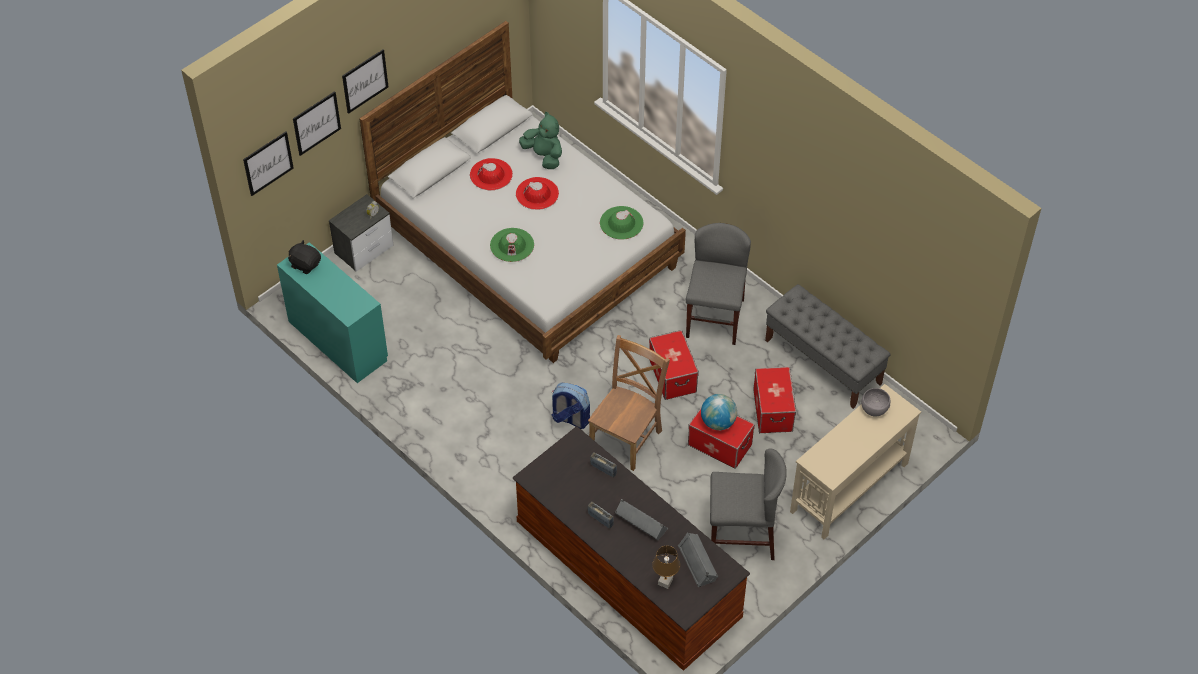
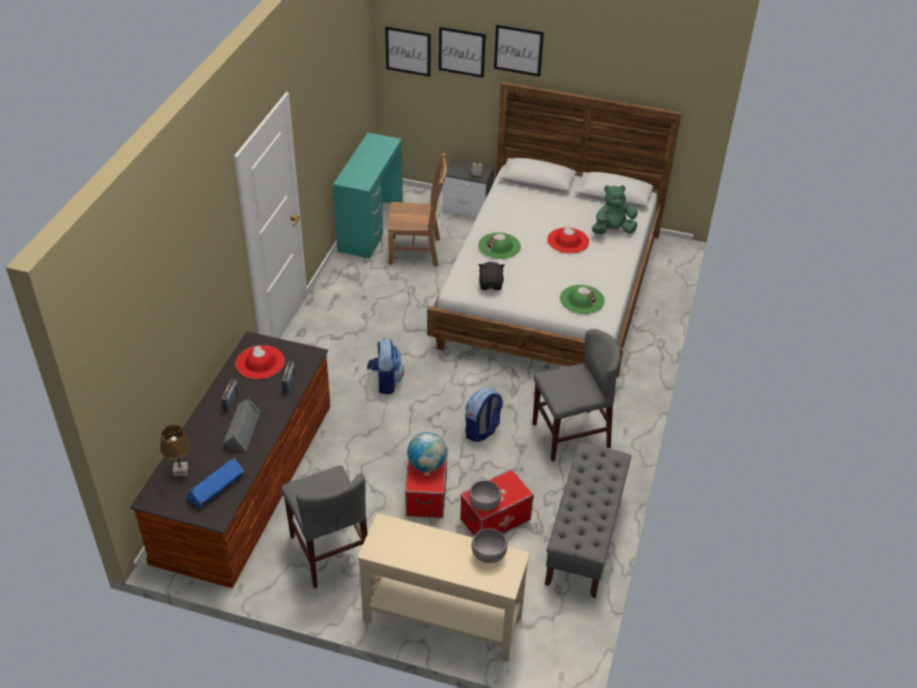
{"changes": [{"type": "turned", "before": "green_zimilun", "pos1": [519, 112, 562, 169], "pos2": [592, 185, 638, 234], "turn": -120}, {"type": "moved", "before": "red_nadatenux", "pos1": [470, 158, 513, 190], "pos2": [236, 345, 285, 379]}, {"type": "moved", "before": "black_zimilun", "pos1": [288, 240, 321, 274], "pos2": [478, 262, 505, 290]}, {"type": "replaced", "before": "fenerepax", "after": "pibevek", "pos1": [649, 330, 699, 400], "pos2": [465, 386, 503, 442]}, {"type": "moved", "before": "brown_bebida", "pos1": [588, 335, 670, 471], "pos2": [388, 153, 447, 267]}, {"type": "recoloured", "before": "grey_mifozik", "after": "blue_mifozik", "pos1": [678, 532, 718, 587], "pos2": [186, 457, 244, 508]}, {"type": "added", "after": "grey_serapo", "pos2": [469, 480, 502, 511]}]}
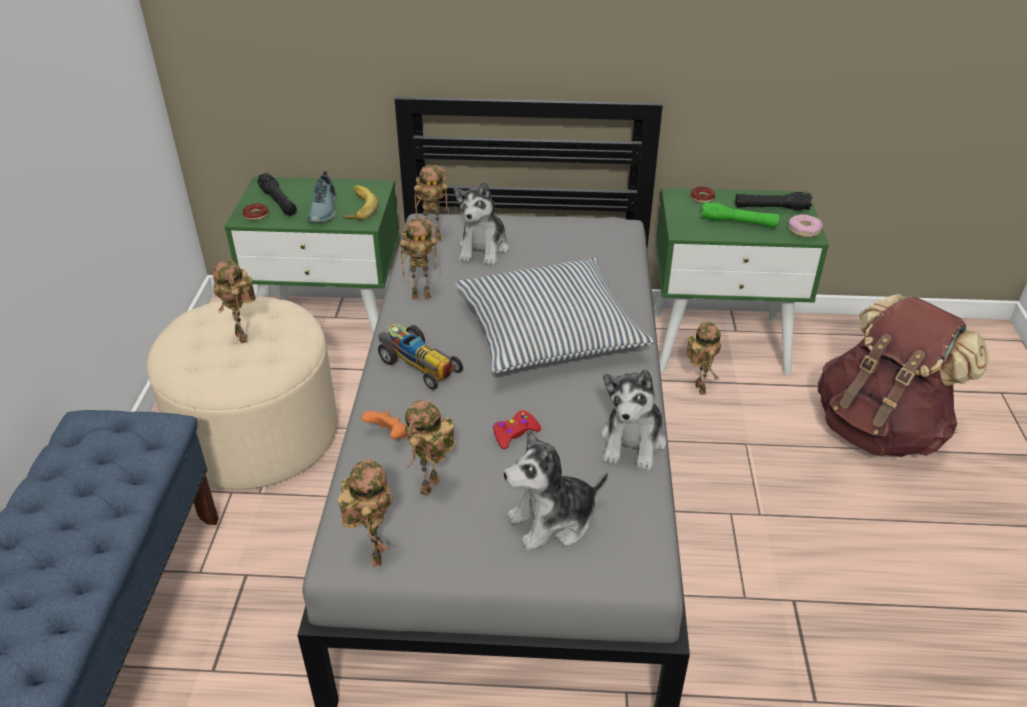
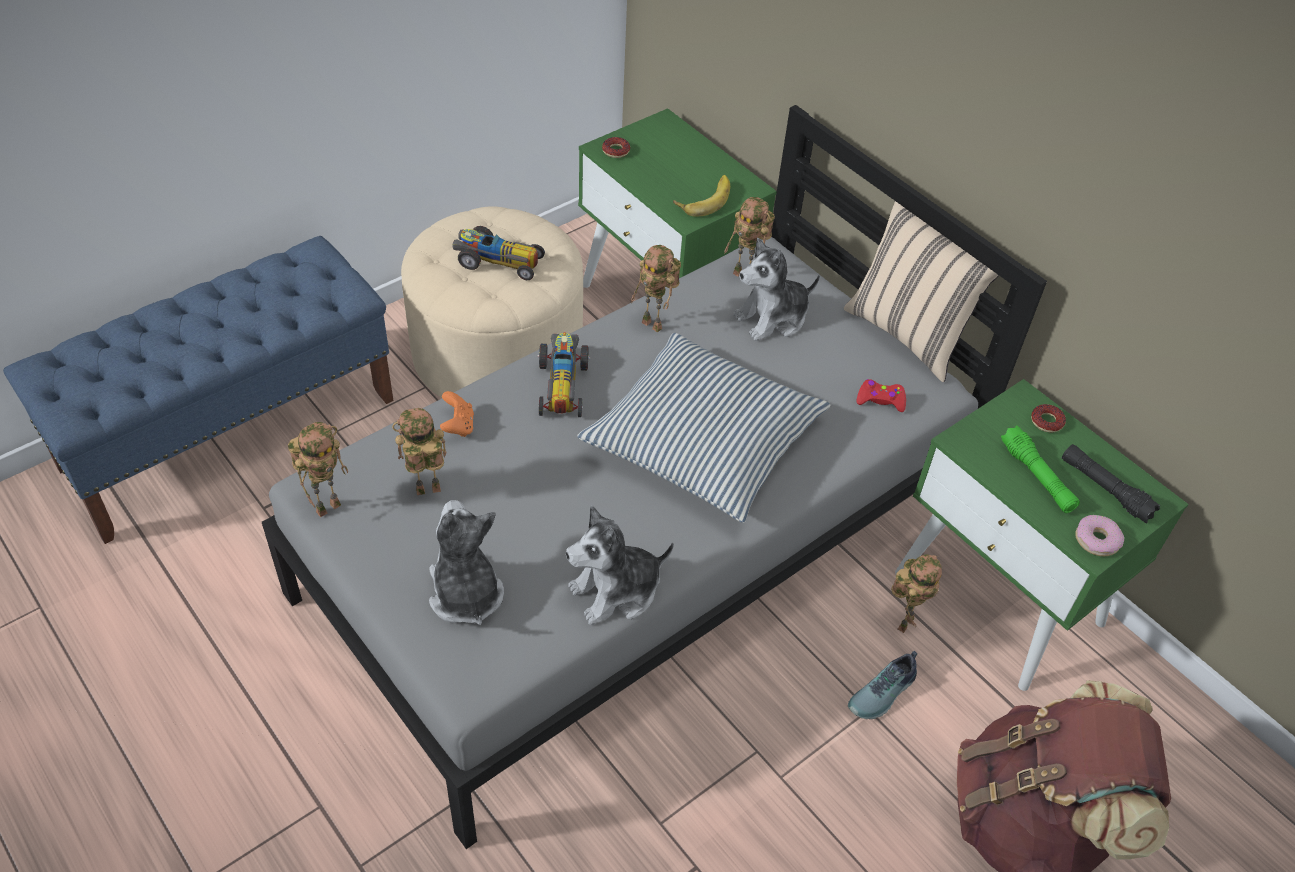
{"changes": [{"type": "moved", "before": "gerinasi", "pos1": [307, 171, 337, 222], "pos2": [848, 651, 917, 719]}, {"type": "removed", "before": "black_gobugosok", "pos1": [257, 173, 297, 216]}, {"type": "replaced", "before": "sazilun", "after": "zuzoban", "pos1": [213, 260, 256, 344], "pos2": [453, 226, 545, 280]}, {"type": "moved", "before": "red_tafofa", "pos1": [493, 410, 541, 449], "pos2": [856, 379, 906, 412]}, {"type": "turned", "before": "zimilun", "pos1": [504, 429, 608, 551], "pos2": [429, 500, 504, 625], "turn": 45}, {"type": "added", "after": "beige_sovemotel", "pos2": [844, 201, 999, 382]}]}
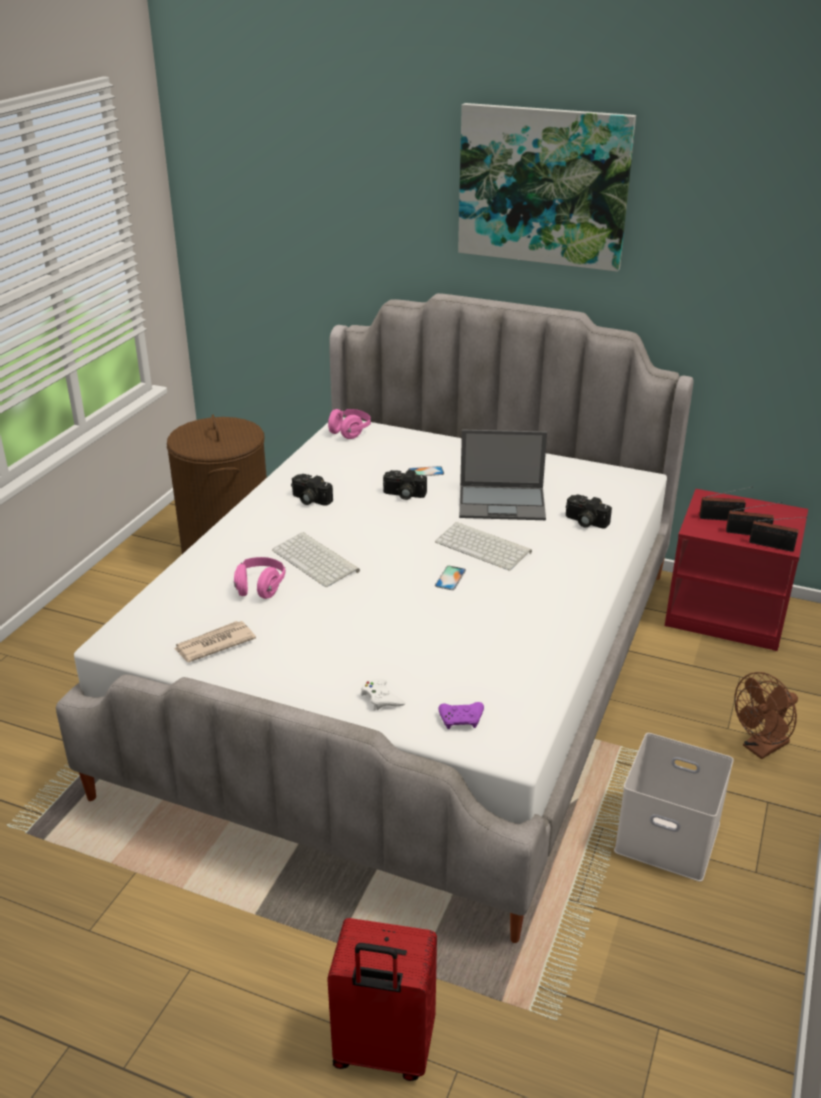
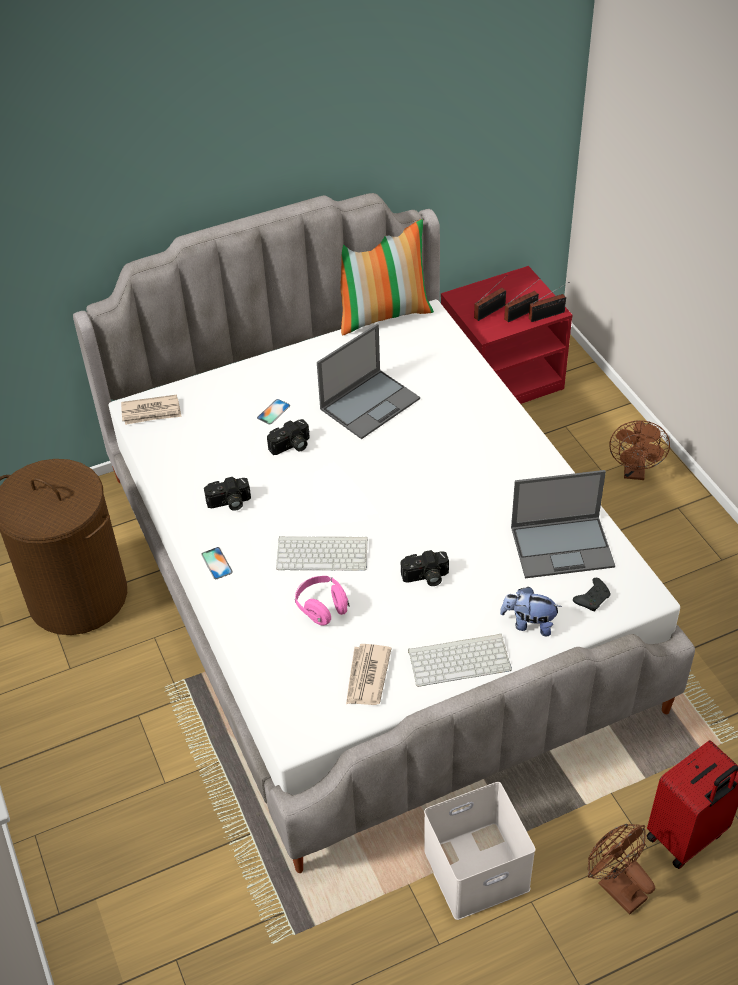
{"changes": [{"type": "removed", "before": "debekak", "pos1": [458, 103, 636, 272]}, {"type": "replaced", "before": "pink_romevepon", "after": "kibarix", "pos1": [328, 409, 371, 439], "pos2": [121, 395, 182, 425]}, {"type": "moved", "before": "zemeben", "pos1": [566, 495, 612, 529], "pos2": [401, 550, 449, 586]}, {"type": "moved", "before": "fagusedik", "pos1": [435, 522, 532, 571], "pos2": [408, 634, 512, 687]}, {"type": "moved", "before": "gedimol", "pos1": [435, 566, 466, 590], "pos2": [201, 547, 233, 579]}, {"type": "replaced", "before": "white_tafofa", "after": "zimilun", "pos1": [361, 679, 405, 711], "pos2": [500, 587, 562, 636]}, {"type": "recoloured", "before": "purple_tafofa", "after": "black_tafofa", "pos1": [438, 702, 484, 729], "pos2": [573, 578, 611, 612]}, {"type": "moved", "before": "white_fenerepax", "pos1": [614, 733, 734, 882], "pos2": [424, 782, 535, 920]}, {"type": "added", "after": "sovemotel", "pos2": [340, 219, 434, 336]}, {"type": "added", "after": "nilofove", "pos2": [511, 470, 615, 578]}, {"type": "added", "after": "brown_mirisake", "pos2": [588, 824, 655, 915]}]}
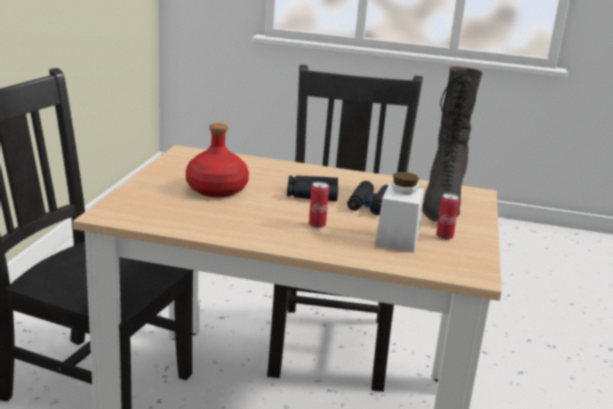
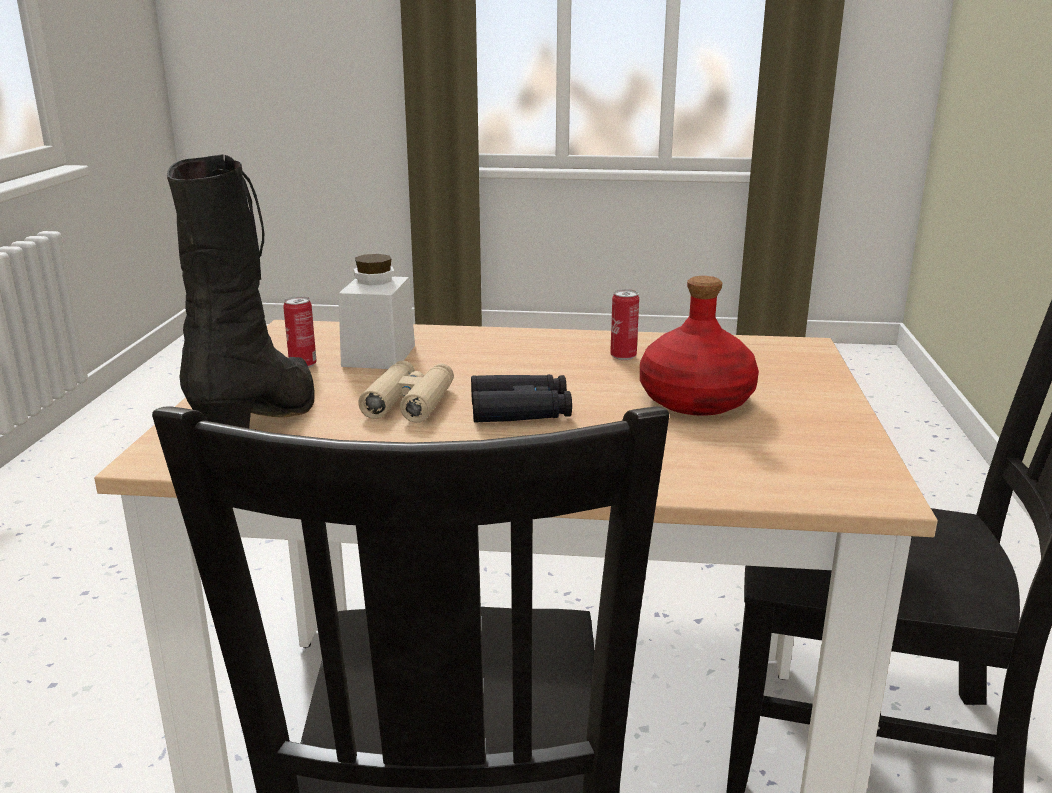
{"changes": [{"type": "recoloured", "before": "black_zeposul", "after": "beige_zeposul", "pos1": [347, 181, 388, 215], "pos2": [358, 361, 454, 423]}, {"type": "moved", "before": "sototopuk", "pos1": [309, 182, 329, 228], "pos2": [610, 289, 639, 360]}]}
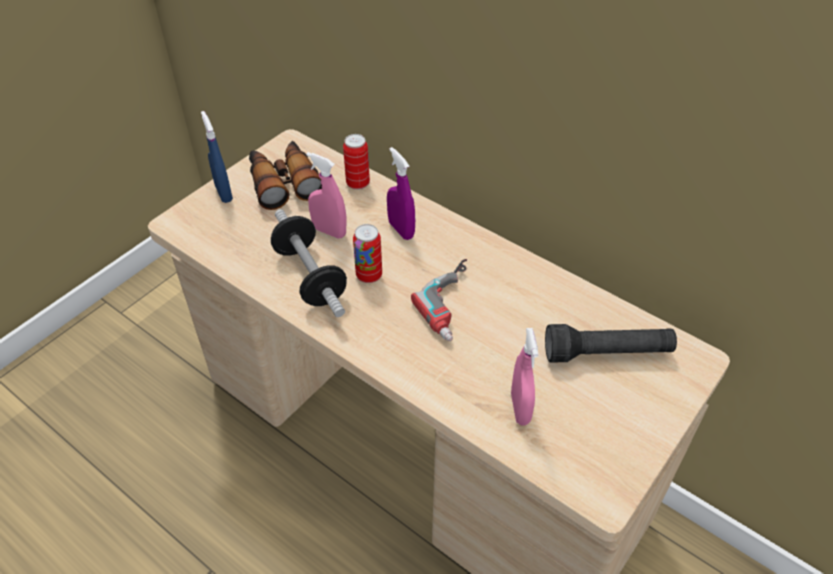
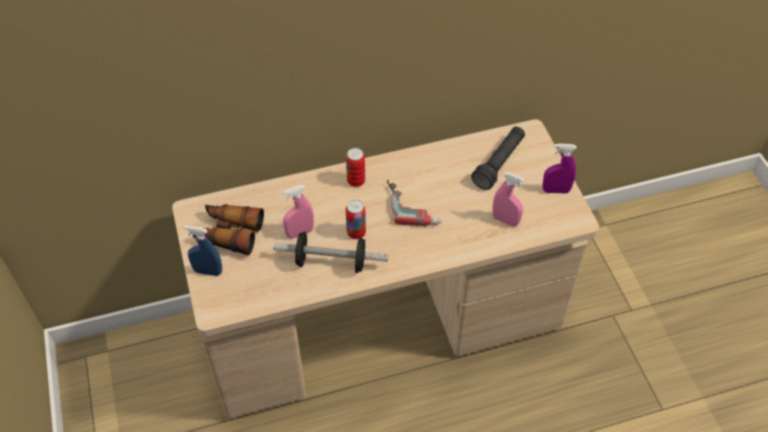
{"changes": [{"type": "moved", "before": "sototopuk", "pos1": [343, 134, 370, 190], "pos2": [346, 148, 365, 187]}, {"type": "moved", "before": "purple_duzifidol", "pos1": [387, 147, 415, 240], "pos2": [542, 144, 577, 194]}]}
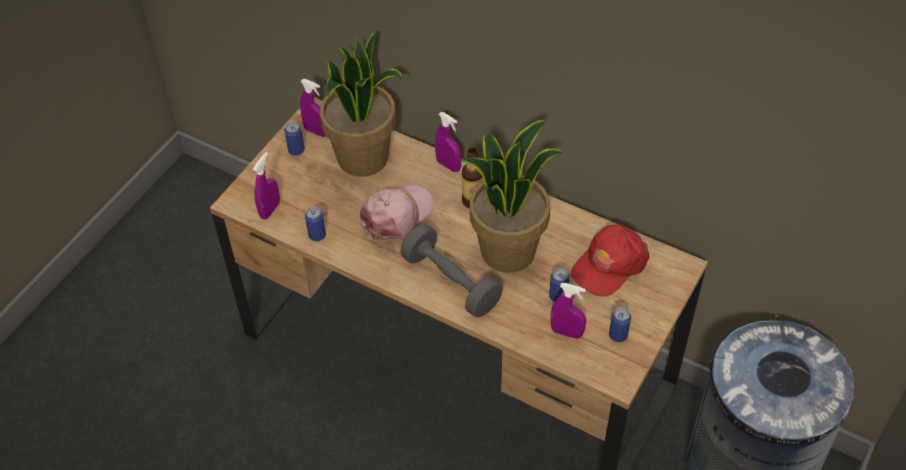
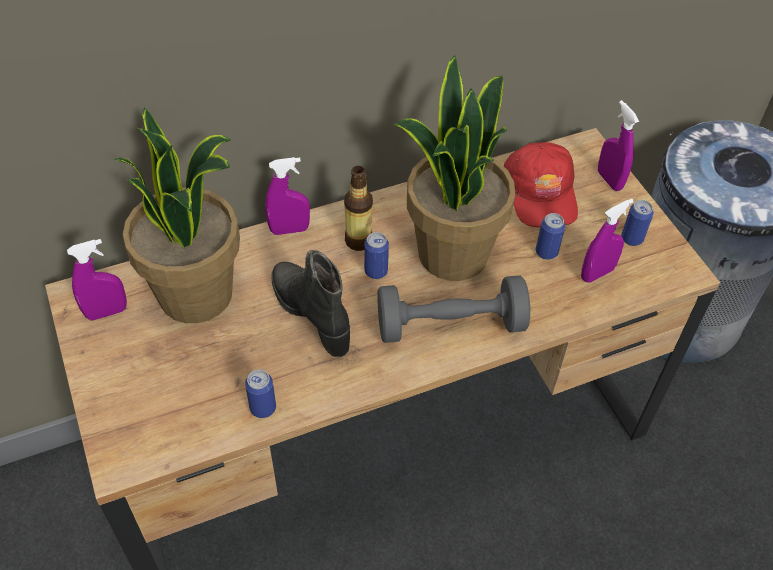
{"changes": [{"type": "moved", "before": "sototopuk", "pos1": [284, 122, 305, 156], "pos2": [364, 232, 389, 279]}, {"type": "moved", "before": "purple_duzifidol", "pos1": [253, 152, 280, 219], "pos2": [598, 100, 639, 191]}, {"type": "replaced", "before": "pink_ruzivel", "after": "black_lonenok", "pos1": [360, 184, 434, 240], "pos2": [271, 250, 350, 357]}]}
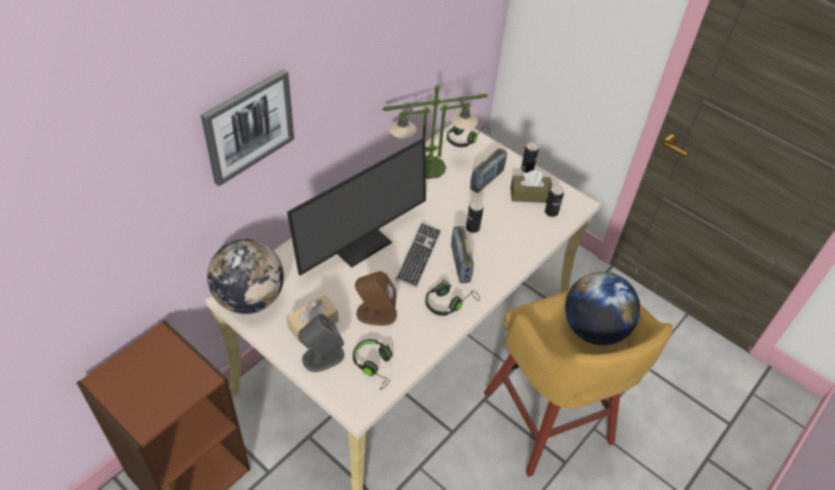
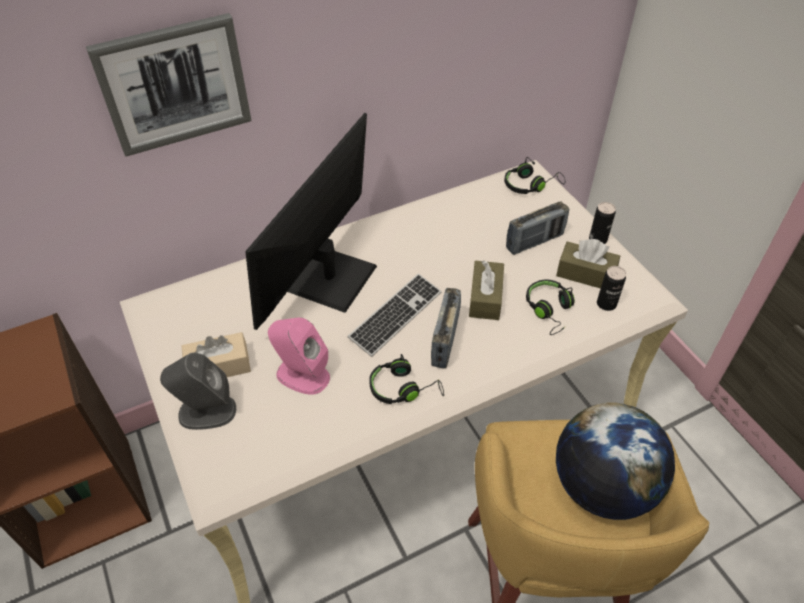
{"changes": [{"type": "removed", "before": "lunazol", "pos1": [382, 85, 488, 179]}, {"type": "turned", "before": "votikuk", "pos1": [287, 137, 426, 276], "pos2": [245, 113, 377, 330], "turn": 135}, {"type": "replaced", "before": "sototopuk", "after": "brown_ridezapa", "pos1": [466, 201, 483, 233], "pos2": [469, 260, 504, 320]}, {"type": "removed", "before": "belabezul", "pos1": [207, 239, 284, 314]}, {"type": "recoloured", "before": "brown_mifozik", "after": "pink_mifozik", "pos1": [355, 271, 397, 326], "pos2": [268, 317, 330, 395]}, {"type": "moved", "before": "black_romevepon", "pos1": [353, 339, 393, 390], "pos2": [526, 279, 575, 335]}]}
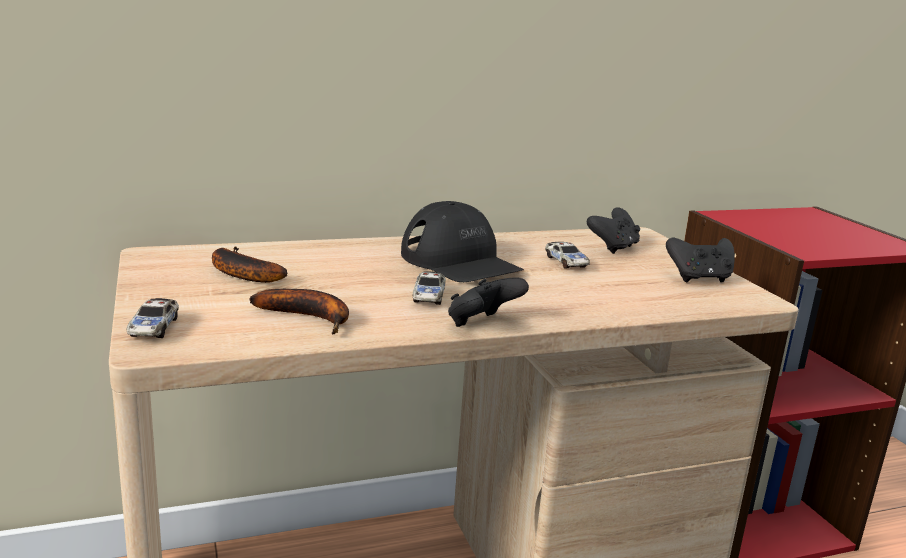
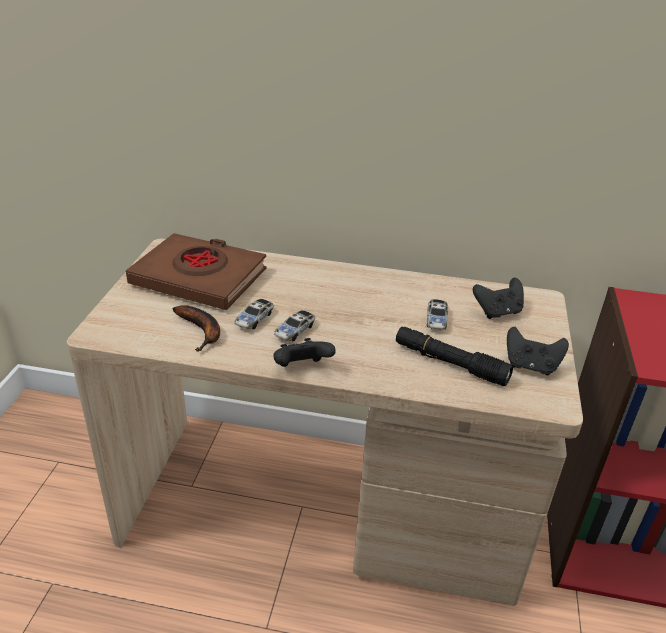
{"changes": [{"type": "removed", "before": "black_ruzivel", "pos1": [401, 201, 524, 282]}, {"type": "replaced", "before": "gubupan", "after": "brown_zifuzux", "pos1": [212, 246, 287, 283], "pos2": [126, 233, 266, 310]}, {"type": "moved", "before": "zuzoban", "pos1": [127, 298, 179, 338], "pos2": [235, 299, 273, 329]}, {"type": "added", "after": "black_gobugosok", "pos2": [396, 327, 513, 386]}]}
